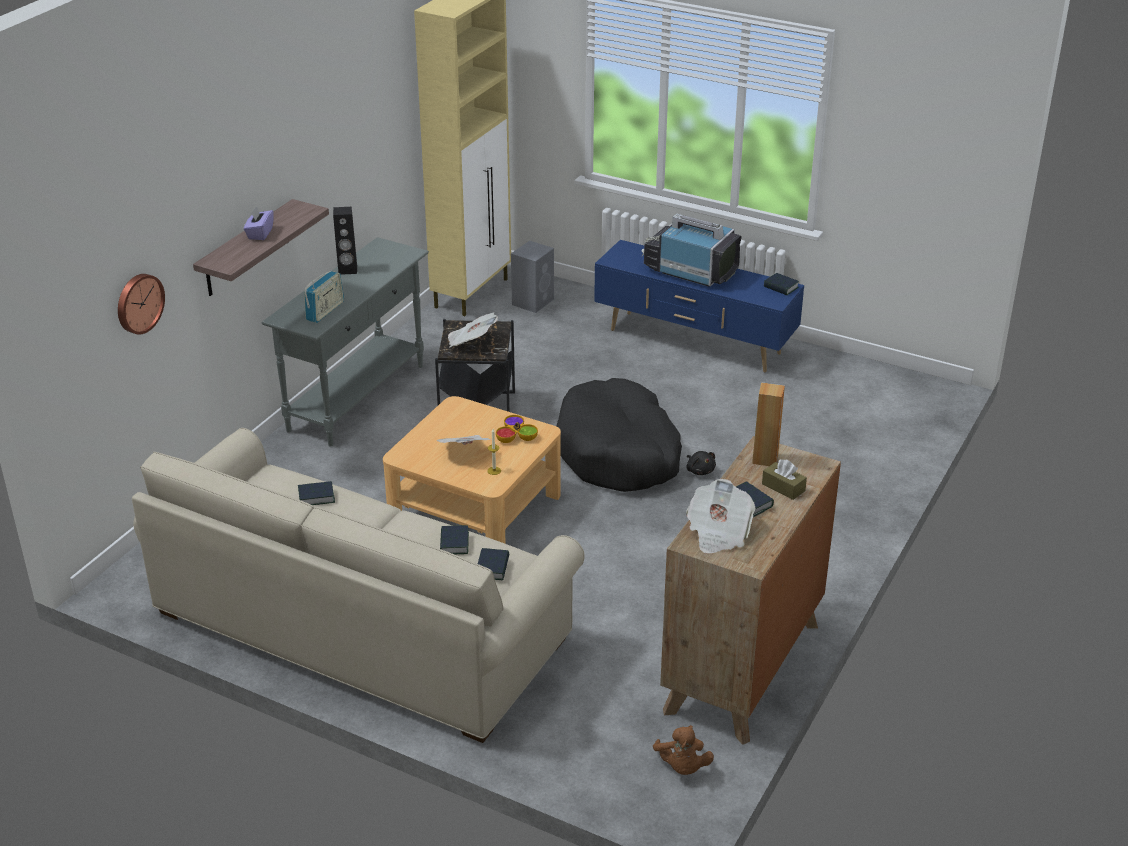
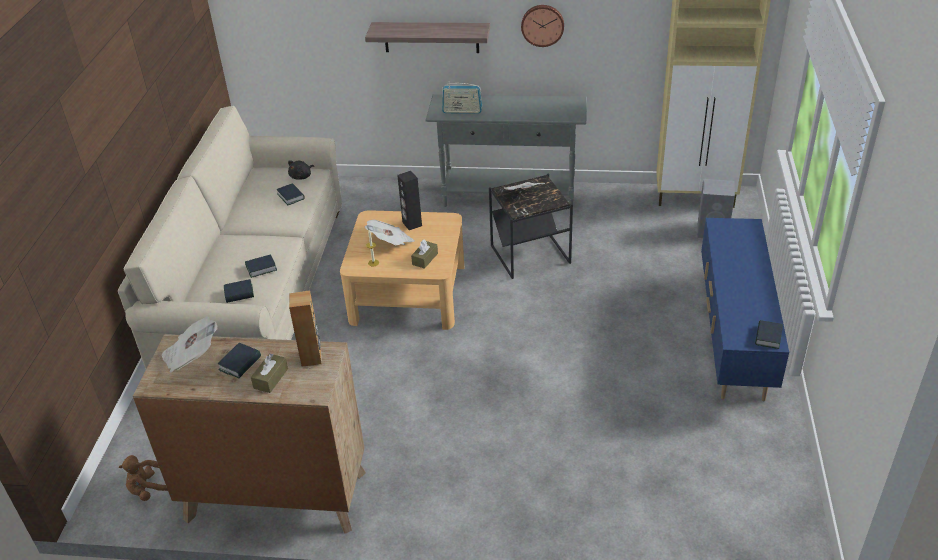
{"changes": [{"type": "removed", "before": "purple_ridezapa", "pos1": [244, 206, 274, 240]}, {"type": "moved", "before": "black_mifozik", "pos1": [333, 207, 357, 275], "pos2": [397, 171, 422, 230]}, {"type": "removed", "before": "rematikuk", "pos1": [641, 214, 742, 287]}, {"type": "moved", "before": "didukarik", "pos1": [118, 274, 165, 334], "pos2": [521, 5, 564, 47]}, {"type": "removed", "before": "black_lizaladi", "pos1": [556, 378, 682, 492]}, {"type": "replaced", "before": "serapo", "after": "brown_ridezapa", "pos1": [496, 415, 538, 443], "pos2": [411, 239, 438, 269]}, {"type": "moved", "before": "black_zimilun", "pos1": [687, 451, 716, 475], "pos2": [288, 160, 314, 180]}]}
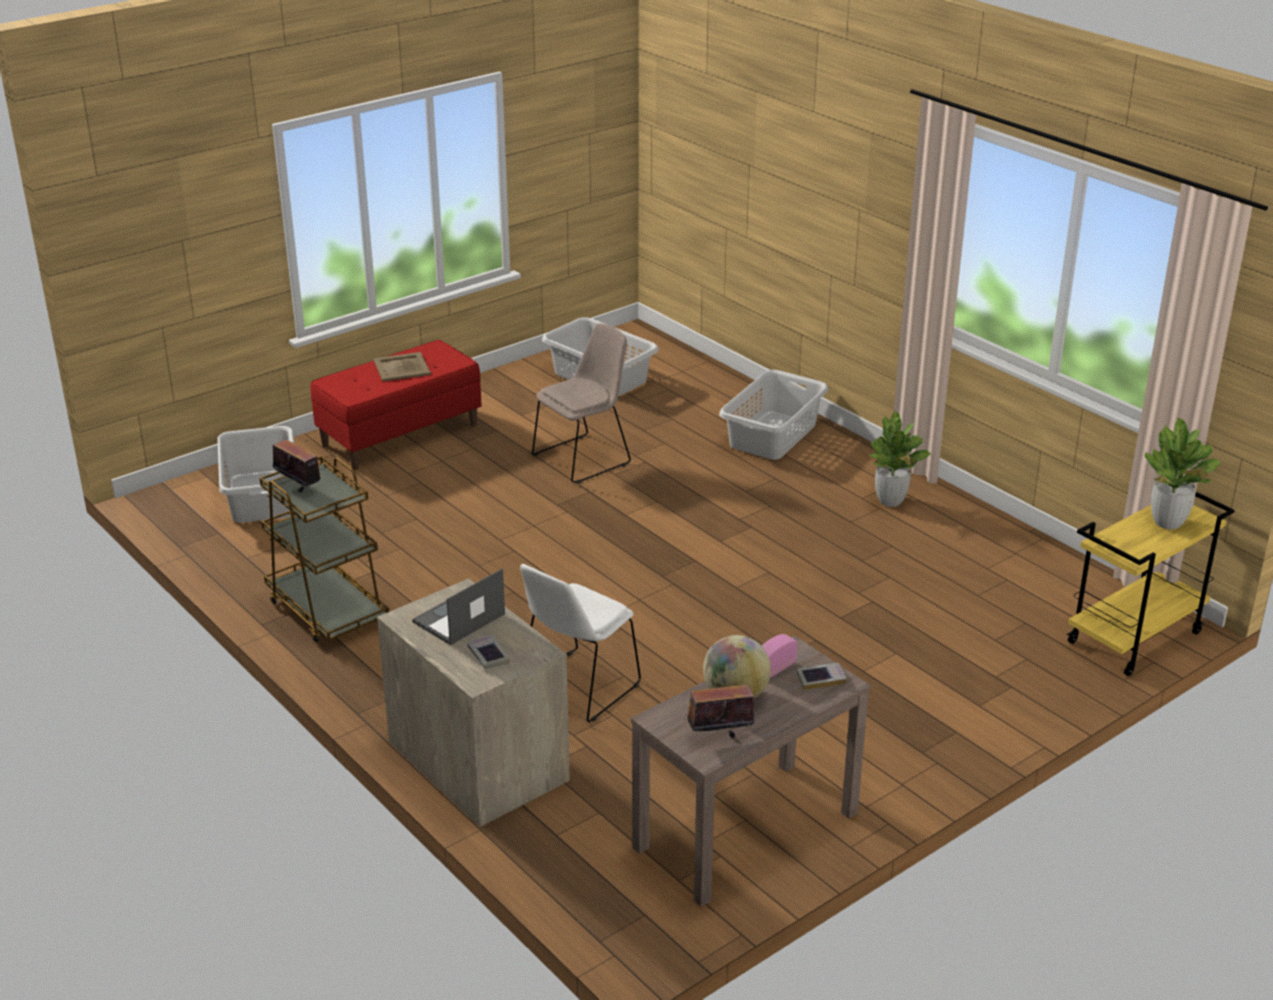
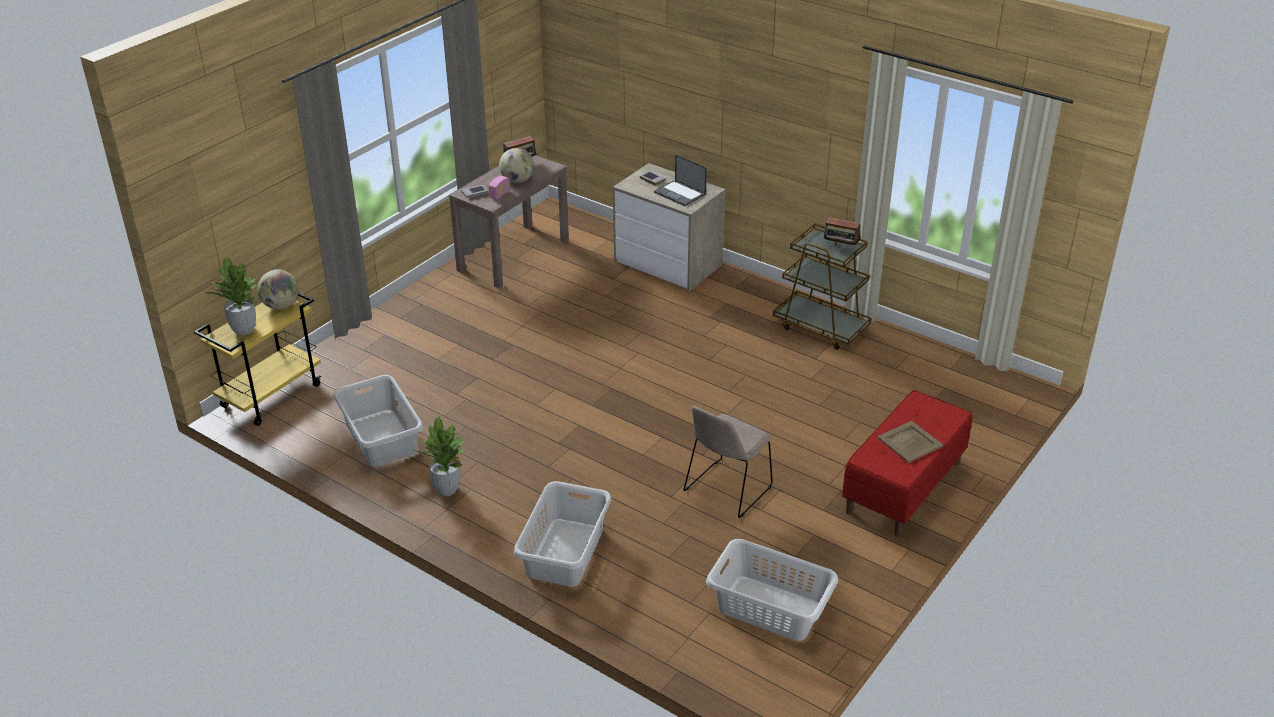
{"changes": [{"type": "moved", "before": "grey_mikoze", "pos1": [218, 426, 294, 523], "pos2": [333, 375, 423, 466]}, {"type": "removed", "before": "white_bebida", "pos1": [520, 564, 641, 722]}, {"type": "turned", "before": "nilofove", "pos1": [412, 569, 505, 645], "pos2": [654, 155, 707, 206], "turn": 105}, {"type": "added", "after": "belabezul", "pos2": [257, 269, 299, 309]}]}
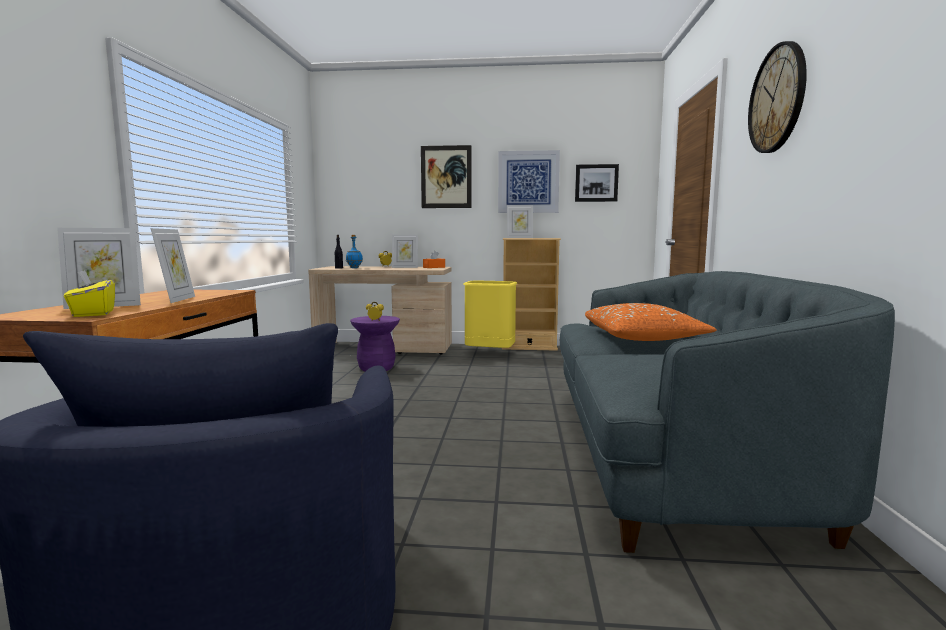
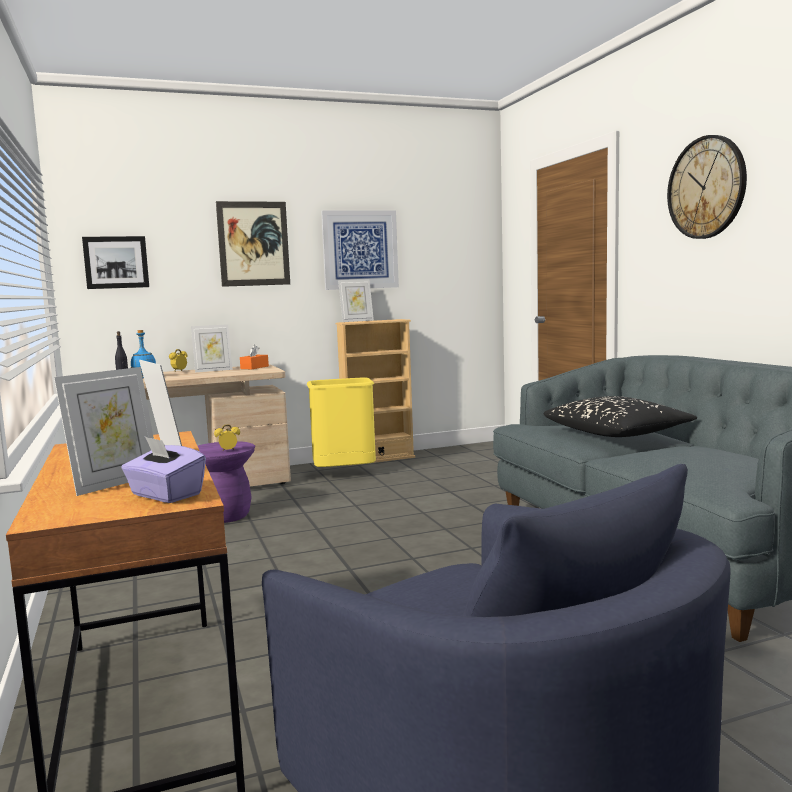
{"changes": [{"type": "moved", "before": "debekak", "pos1": [575, 164, 619, 202], "pos2": [82, 236, 149, 289]}, {"type": "recoloured", "before": "yellow_ridezapa", "after": "purple_ridezapa", "pos1": [64, 270, 115, 317], "pos2": [122, 437, 206, 503]}, {"type": "recoloured", "before": "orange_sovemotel", "after": "black_sovemotel", "pos1": [585, 303, 717, 341], "pos2": [544, 396, 697, 437]}]}
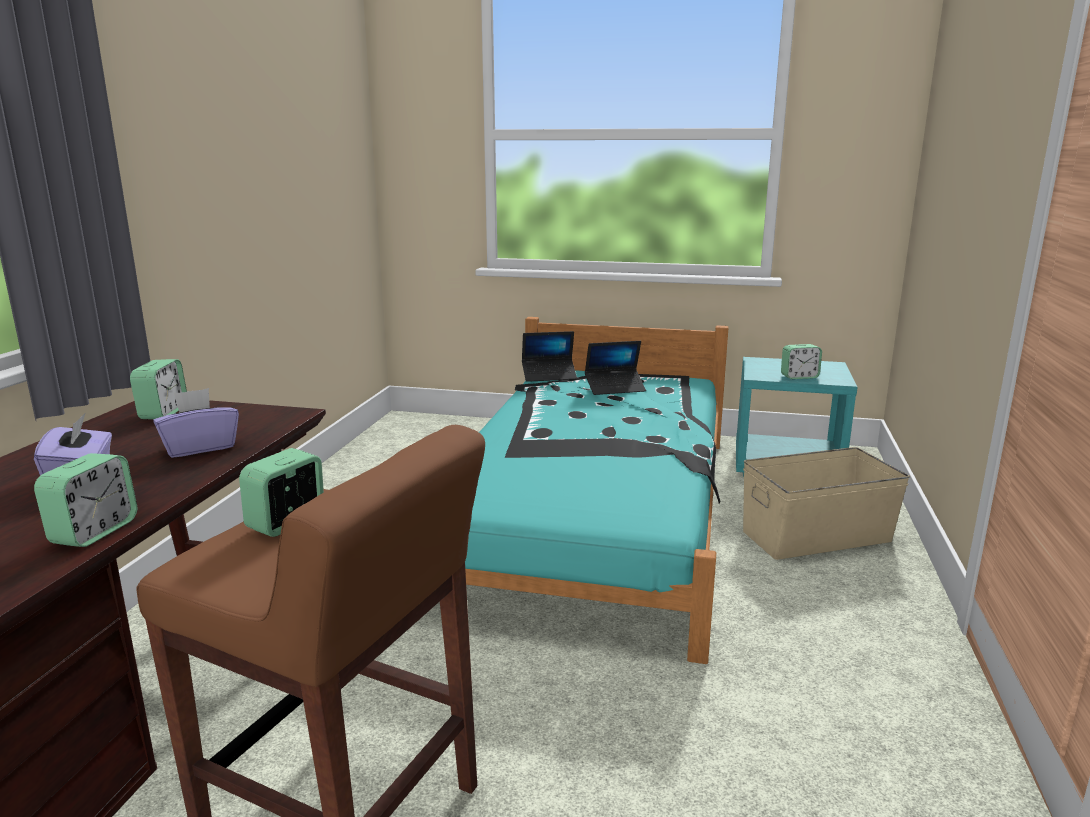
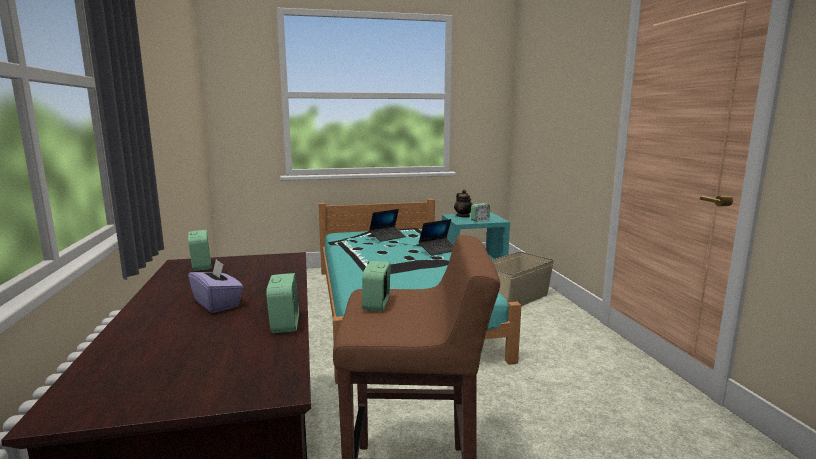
{"changes": [{"type": "moved", "before": "nilofove", "pos1": [522, 331, 577, 382], "pos2": [419, 219, 454, 256]}, {"type": "removed", "before": "purple_ridezapa", "pos1": [153, 388, 239, 458]}, {"type": "added", "after": "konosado", "pos2": [454, 189, 473, 218]}]}
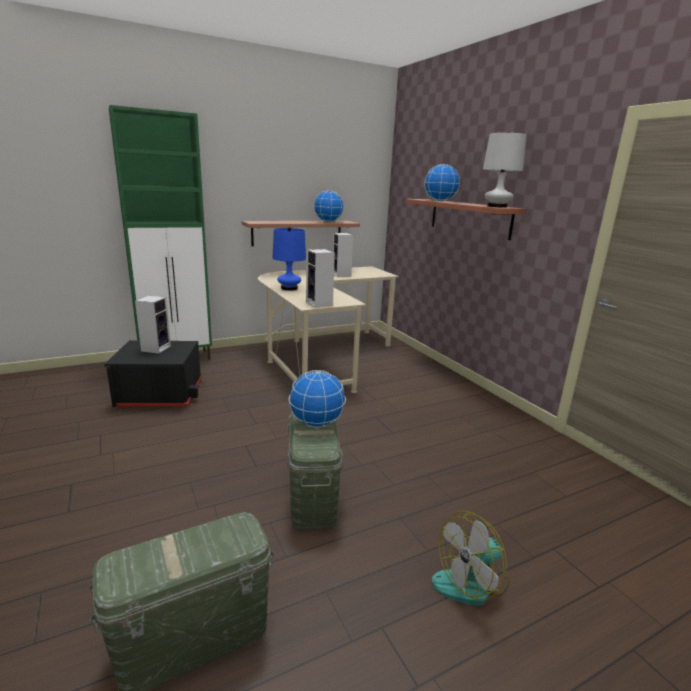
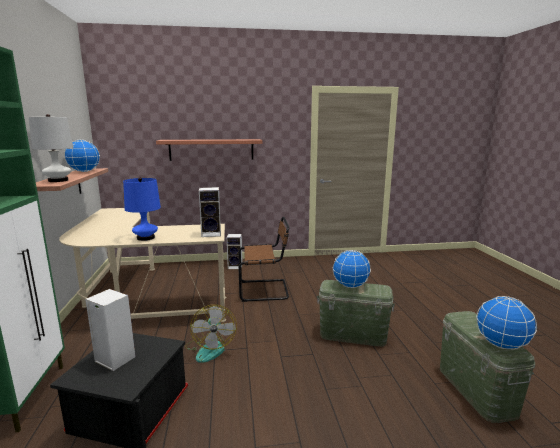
{"changes": [{"type": "moved", "before": "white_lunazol", "pos1": [483, 131, 527, 208], "pos2": [29, 114, 73, 182]}, {"type": "moved", "before": "belabezul", "pos1": [425, 164, 460, 201], "pos2": [476, 296, 537, 349]}, {"type": "moved", "before": "mifozik", "pos1": [333, 233, 353, 277], "pos2": [227, 234, 243, 269]}, {"type": "moved", "before": "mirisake", "pos1": [432, 511, 509, 606], "pos2": [185, 305, 237, 363]}, {"type": "added", "after": "brown_bebida", "pos2": [238, 217, 289, 302]}]}
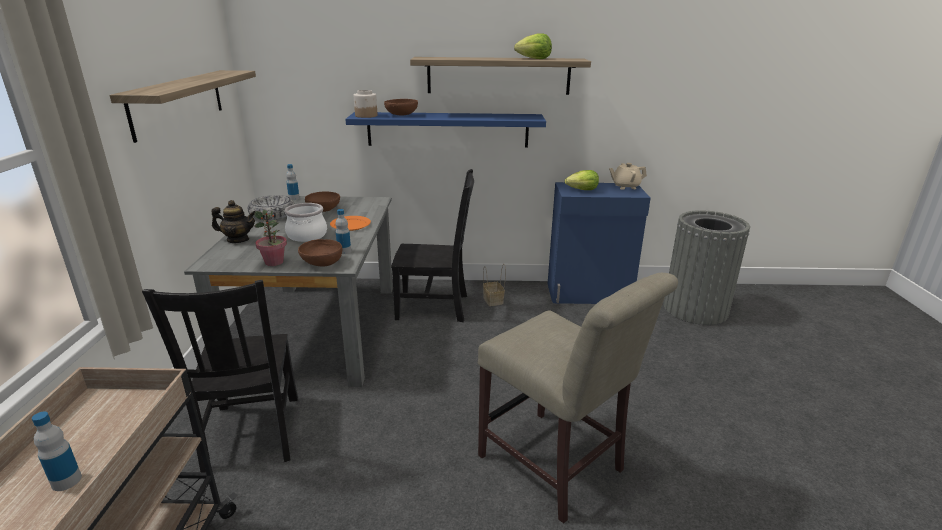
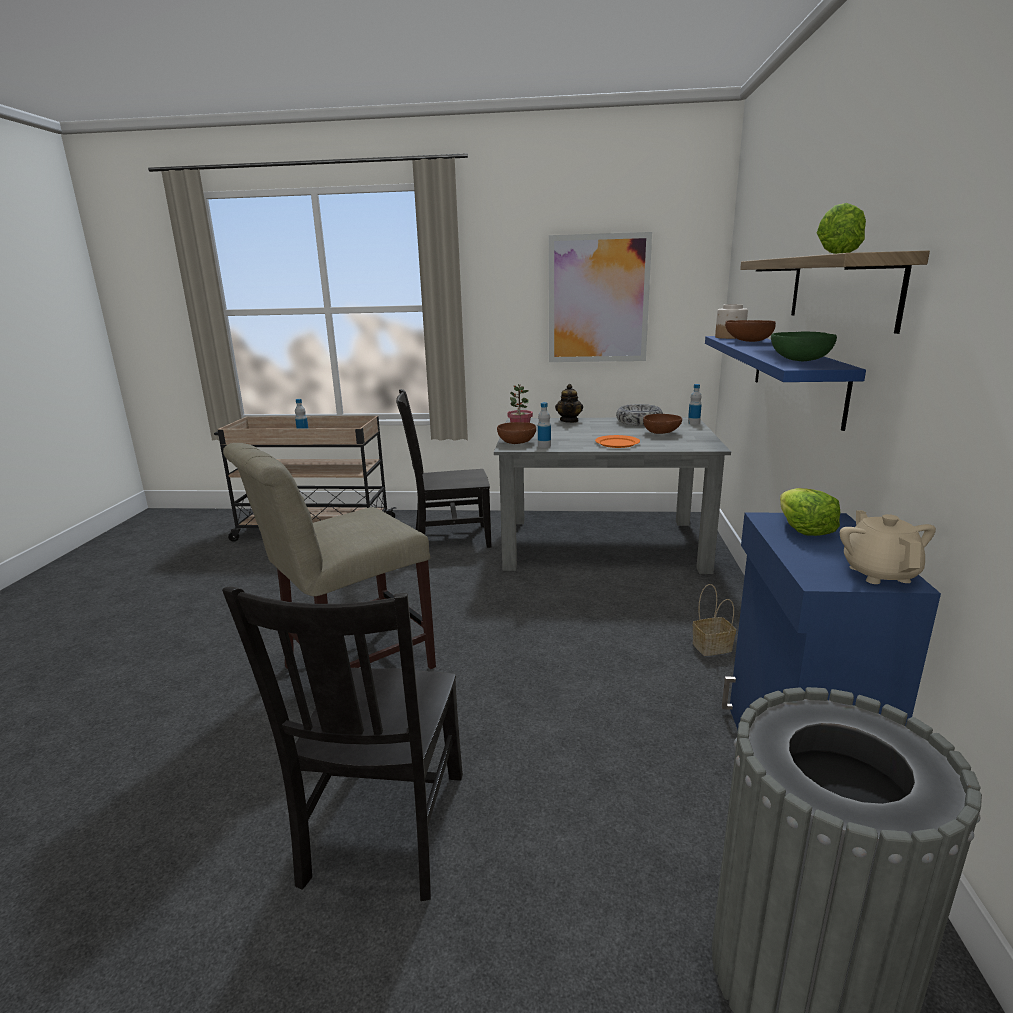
{"changes": [{"type": "replaced", "before": "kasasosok", "after": "debekak", "pos1": [110, 70, 256, 143], "pos2": [549, 232, 652, 362]}, {"type": "moved", "before": "black_bebida", "pos1": [391, 169, 474, 322], "pos2": [222, 586, 463, 901]}, {"type": "removed", "before": "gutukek", "pos1": [284, 203, 327, 242]}, {"type": "added", "after": "green_serapo", "pos2": [771, 331, 837, 362]}]}
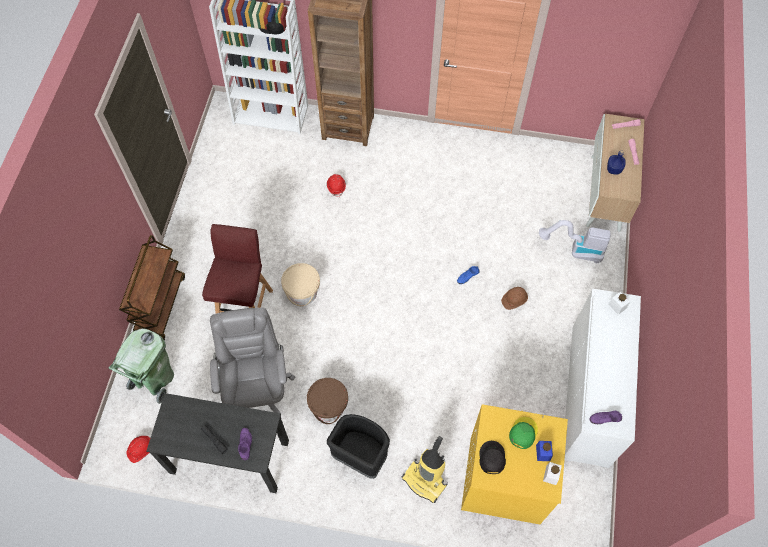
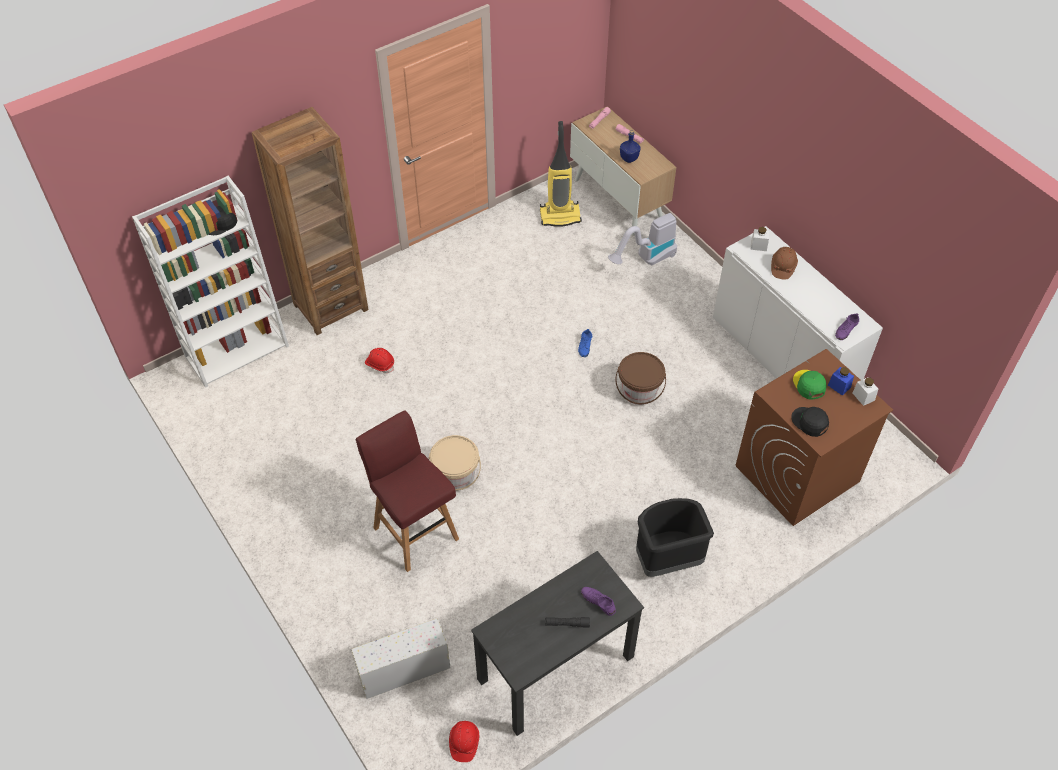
{"changes": [{"type": "removed", "before": "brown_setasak", "pos1": [119, 235, 185, 340]}, {"type": "moved", "before": "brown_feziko", "pos1": [501, 287, 528, 310], "pos2": [771, 247, 798, 280]}, {"type": "removed", "before": "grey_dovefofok", "pos1": [210, 308, 295, 417]}, {"type": "replaced", "before": "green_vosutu", "after": "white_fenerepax", "pos1": [108, 328, 174, 404], "pos2": [351, 618, 451, 699]}, {"type": "moved", "before": "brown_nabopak", "pos1": [307, 378, 348, 424], "pos2": [616, 352, 666, 405]}, {"type": "recoloured", "before": "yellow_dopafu", "after": "brown_dopafu", "pos1": [461, 404, 568, 524], "pos2": [736, 349, 893, 526]}, {"type": "moved", "before": "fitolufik", "pos1": [402, 436, 448, 503], "pos2": [540, 121, 582, 227]}]}
